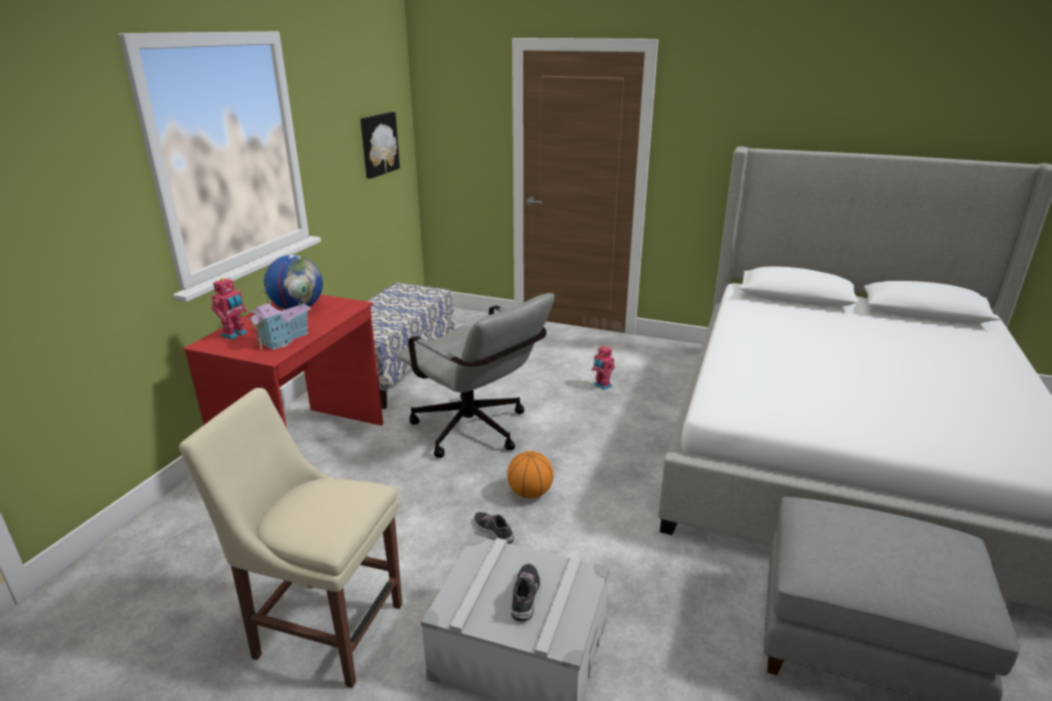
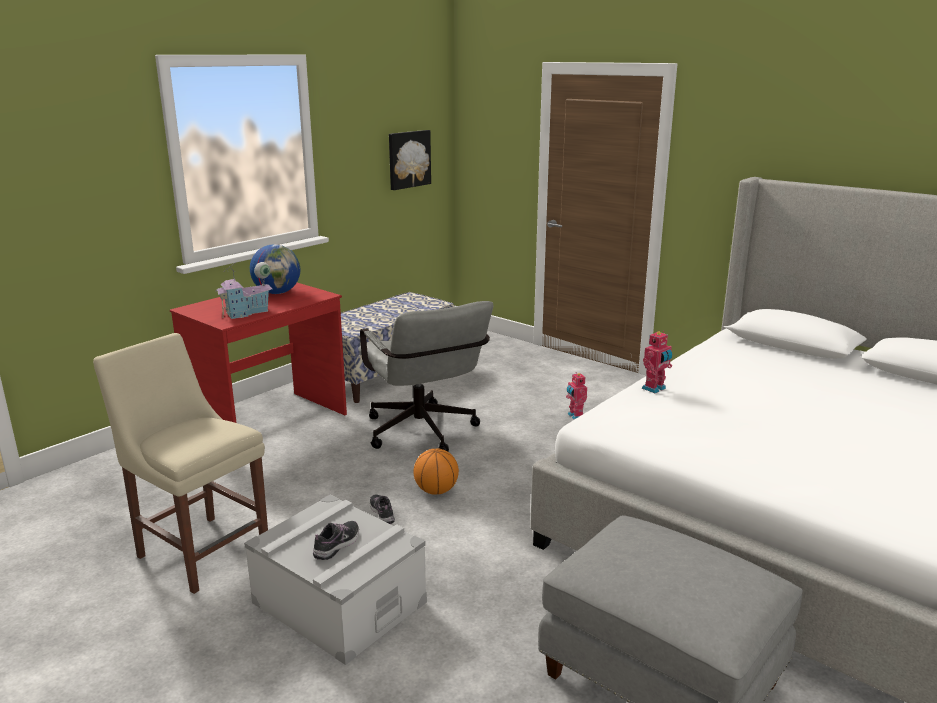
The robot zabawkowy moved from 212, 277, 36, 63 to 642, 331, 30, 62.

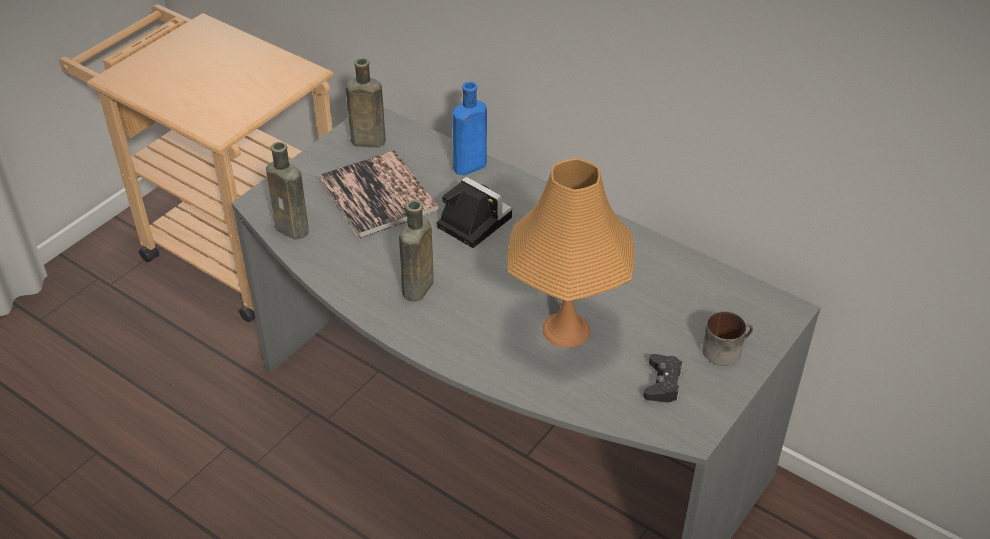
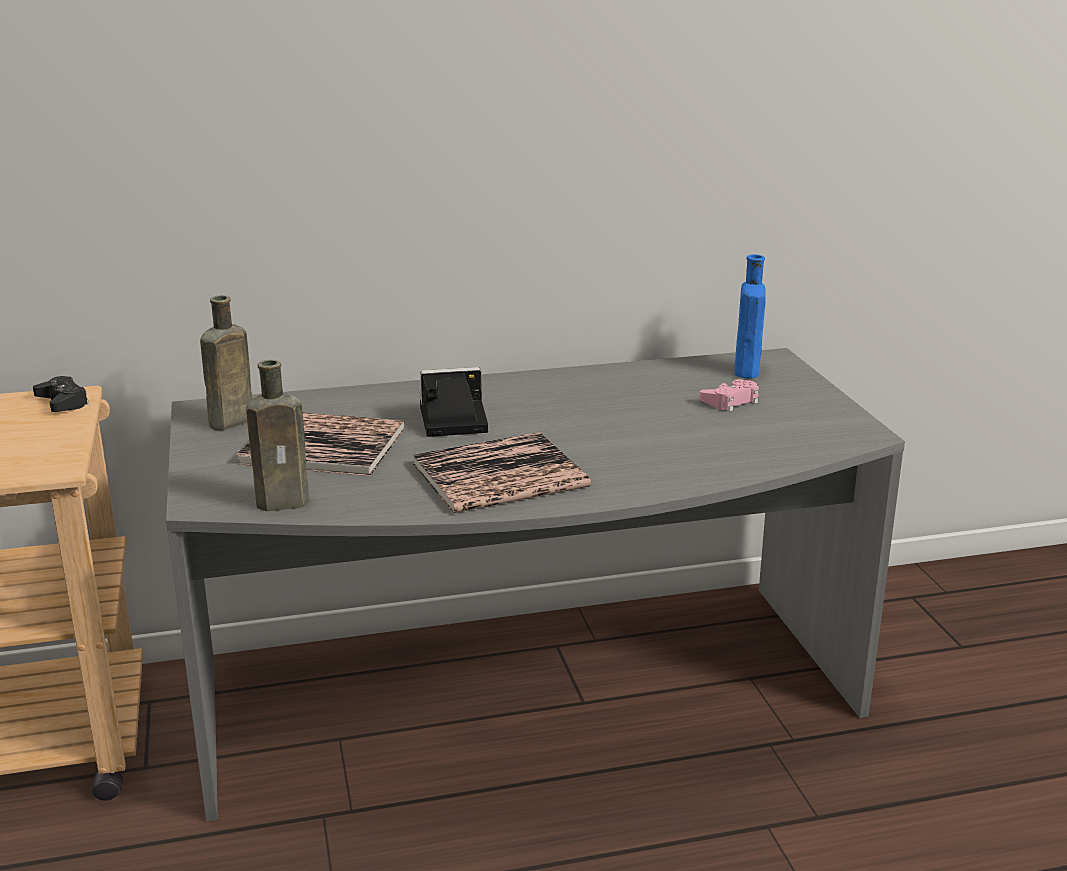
The butelka (niebieski) moved from 452, 82, 35, 93 to 735, 254, 31, 124. The lampa stołowa (pomarańczowy) at 507, 158, 127, 189 disappeared. The butelka (brązowy) at 399, 200, 35, 102 was replaced by the książka at 412, 432, 179, 81. The kubek at 702, 311, 51, 55 disappeared. The pad do gier (czarny) moved from 643, 354, 40, 48 to 33, 376, 56, 36. The pad do gier (różowy) at 700, 379, 59, 33 appeared.

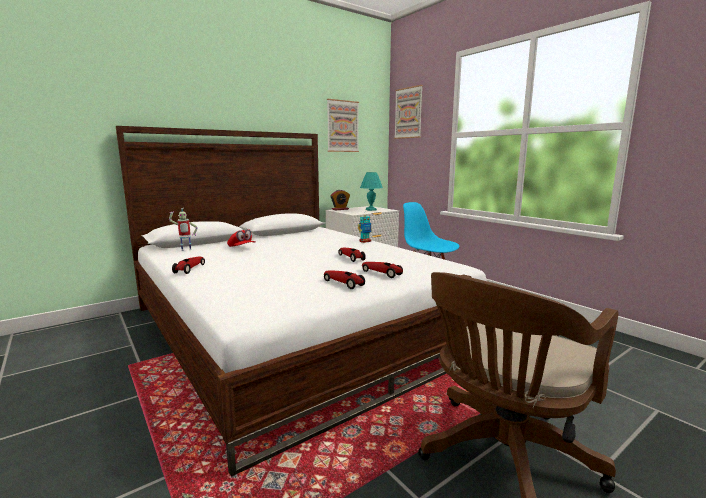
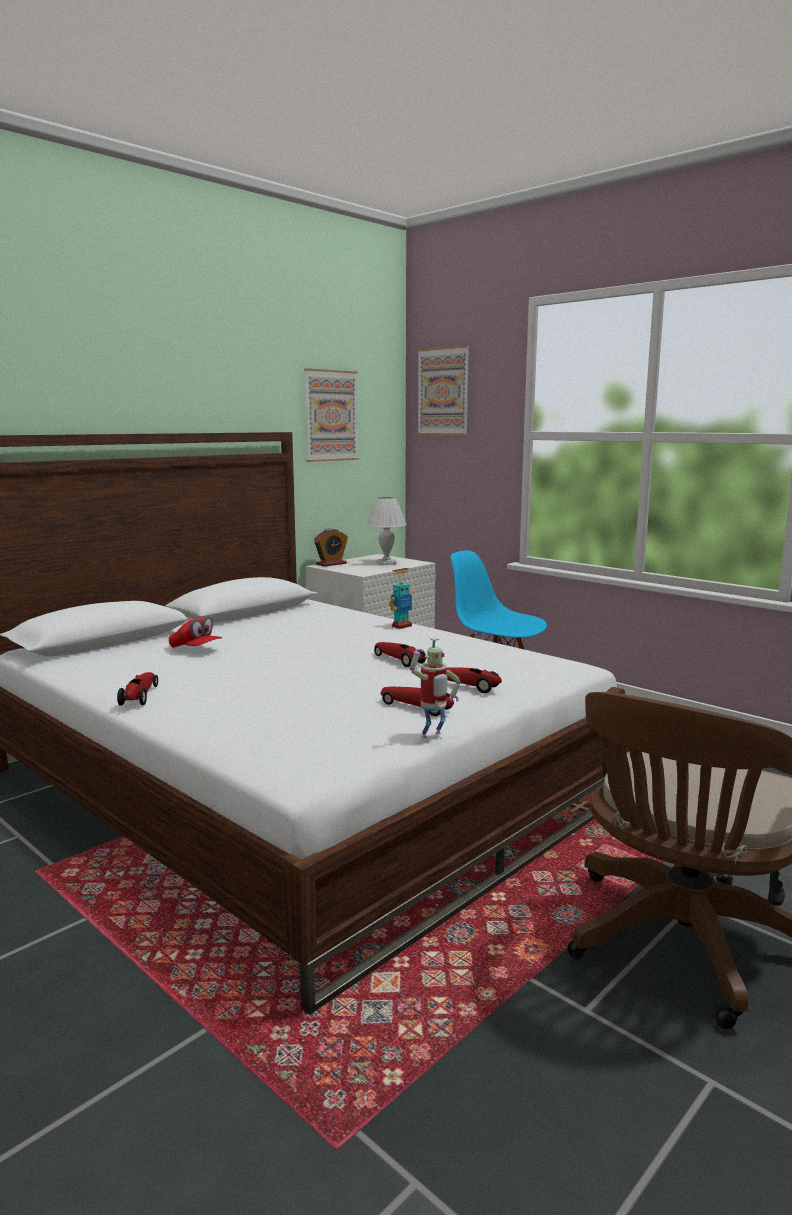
The lampa stołowa (turkusowy) at 360, 172, 23, 39 became the lampa stołowa (biały) at 367, 497, 40, 68. The robot zabawkowy moved from 169, 208, 29, 43 to 410, 638, 50, 100.

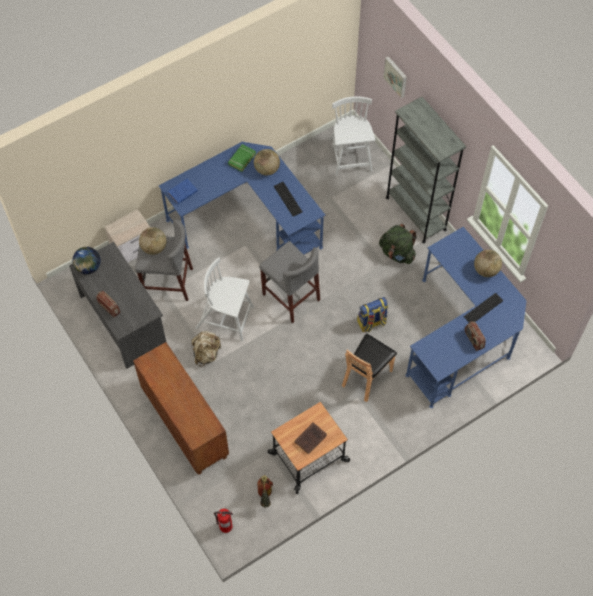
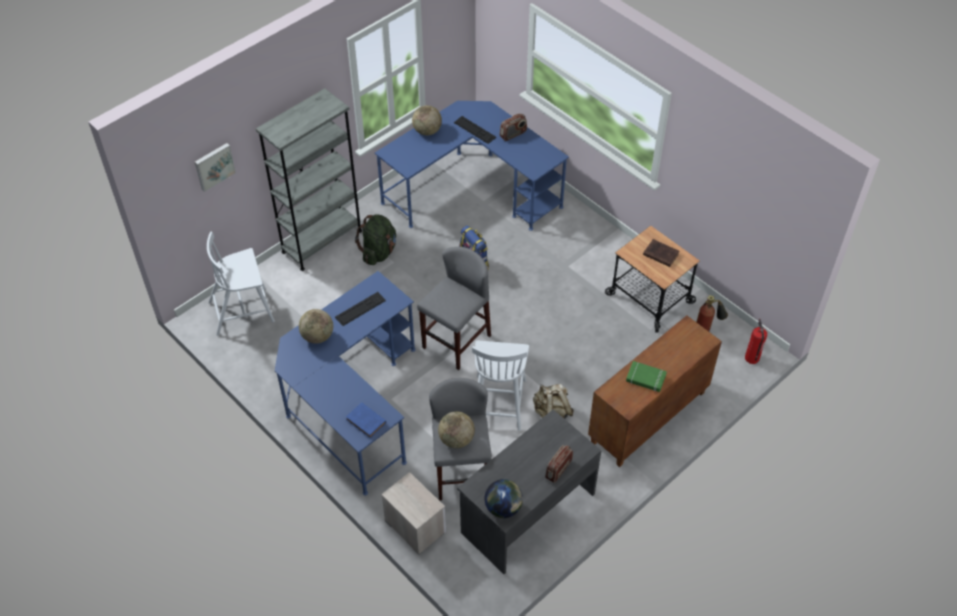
The książka (zielony) moved from 228, 144, 28, 28 to 626, 361, 41, 31. The krzesło (brązowy) at 342, 334, 55, 68 disappeared.

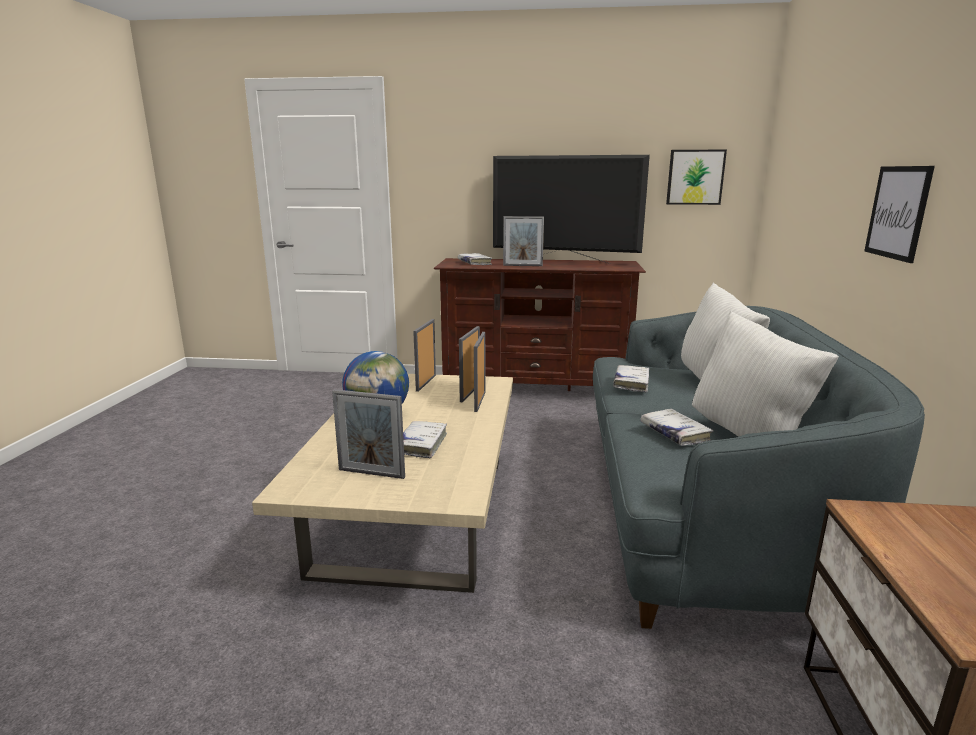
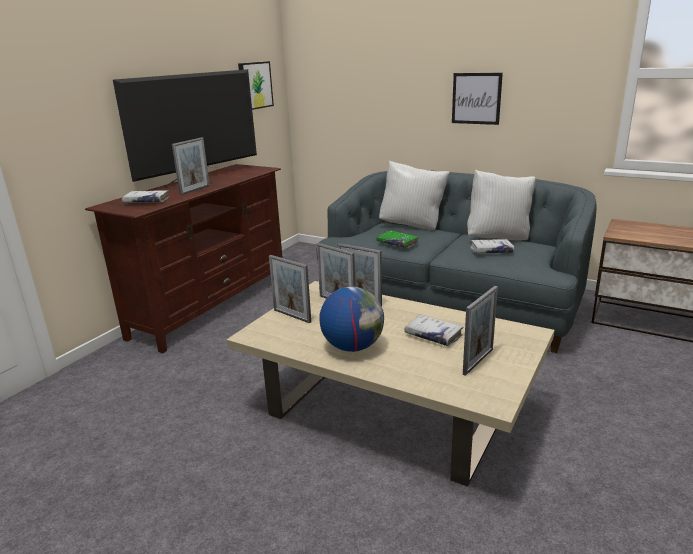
The książka (biały) at 613, 365, 36, 27 became the książka (zielony) at 376, 230, 43, 18.

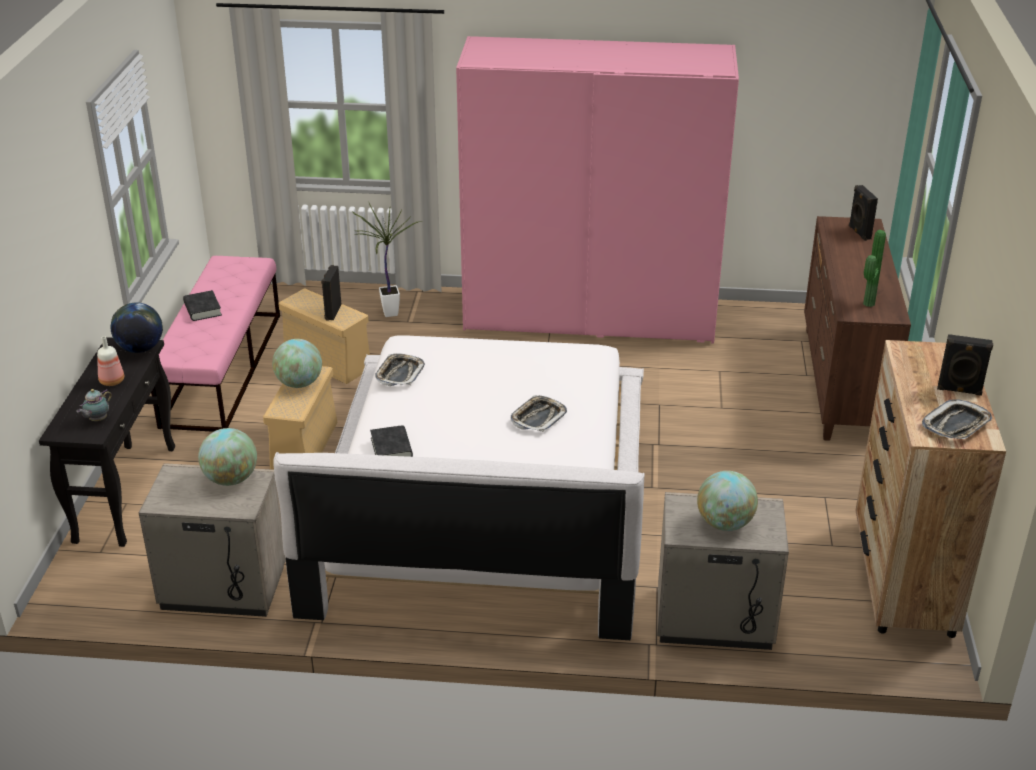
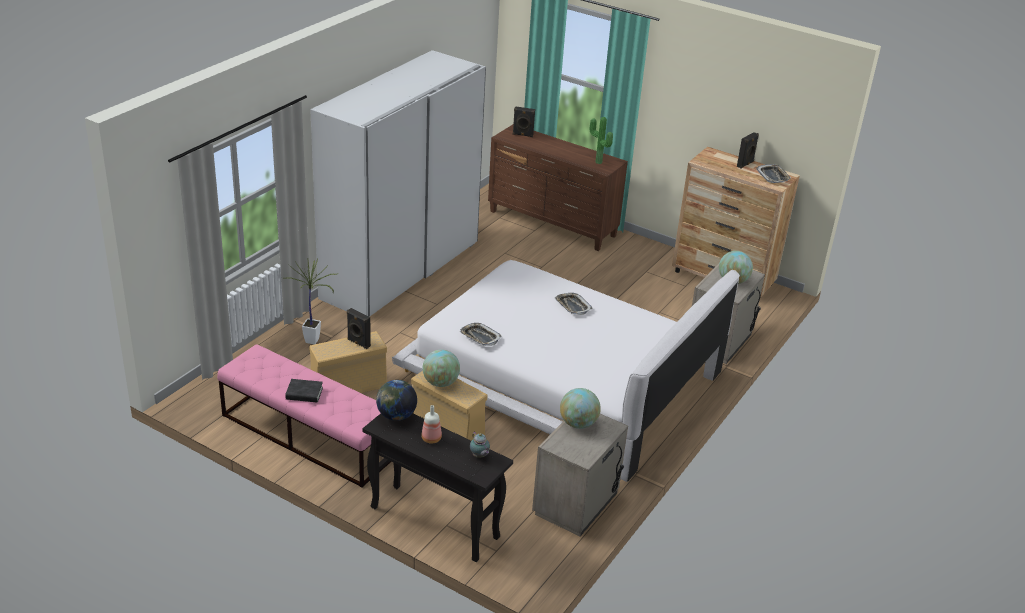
The szafa (różowy) at 456, 36, 283, 308 became the szafa (biały) at 310, 50, 176, 267. The książka (czarny) at 370, 425, 43, 32 disappeared.

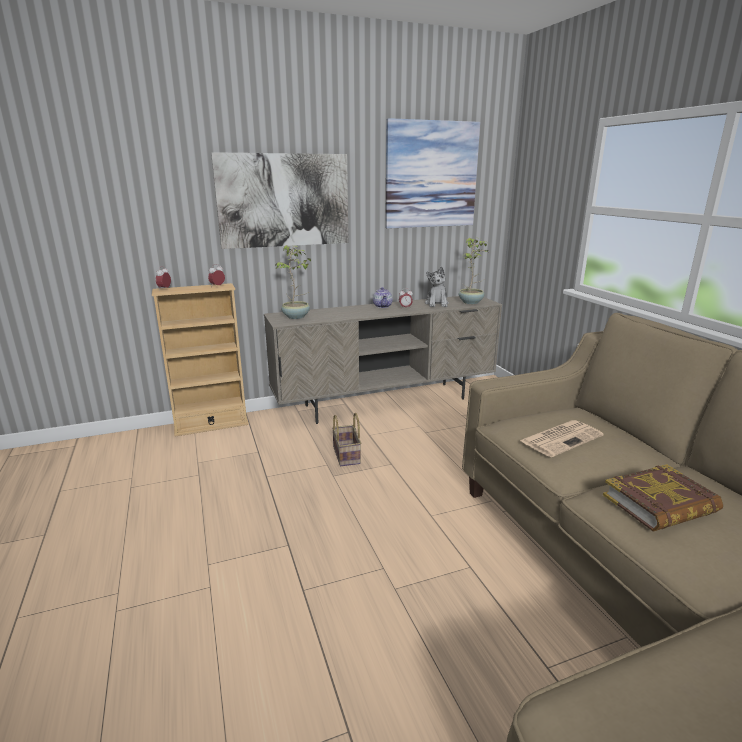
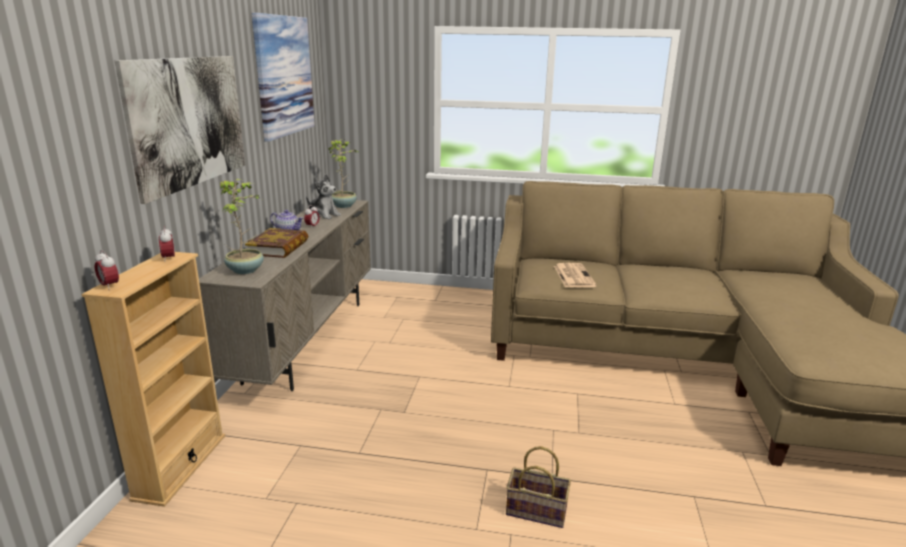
The koszyk moved from 332, 413, 29, 53 to 506, 446, 65, 82. The książka moved from 603, 464, 120, 68 to 245, 228, 63, 30.

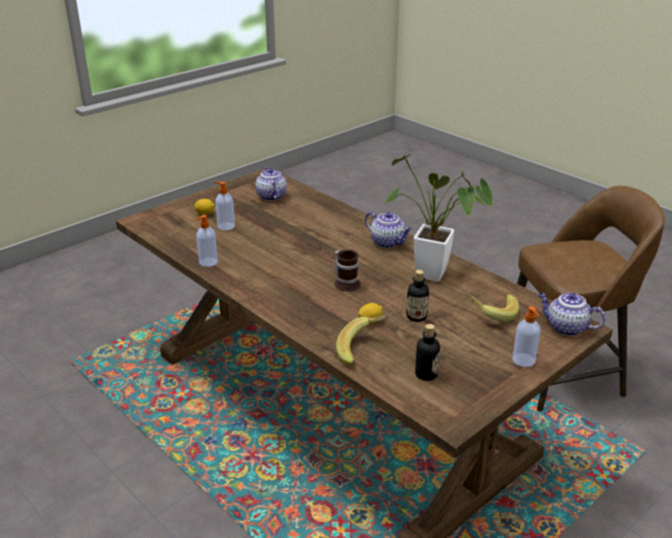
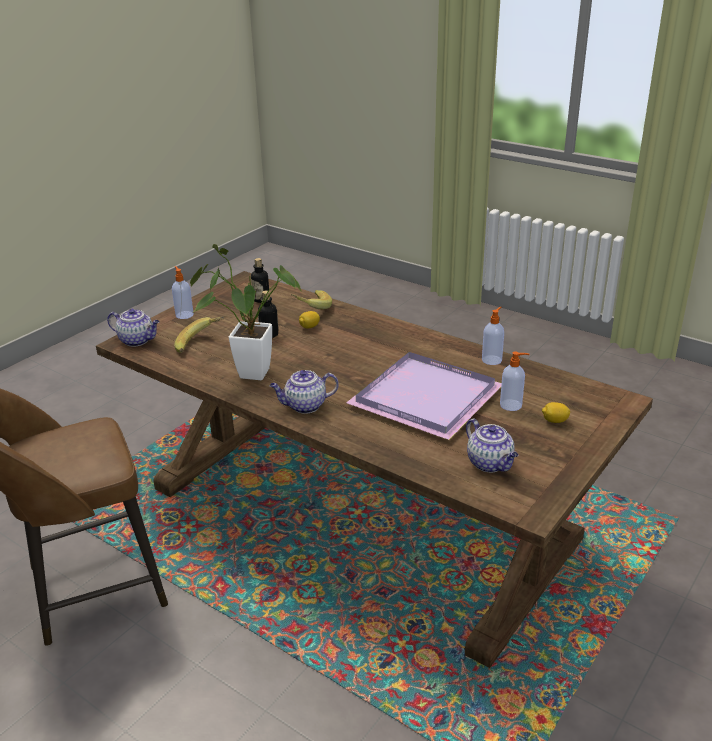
The imbryk at 365, 212, 47, 36 turned 45 degrees counterclockwise. The kubek at 334, 249, 27, 42 disappeared. The taca (fioletowy) at 346, 352, 156, 88 appeared.

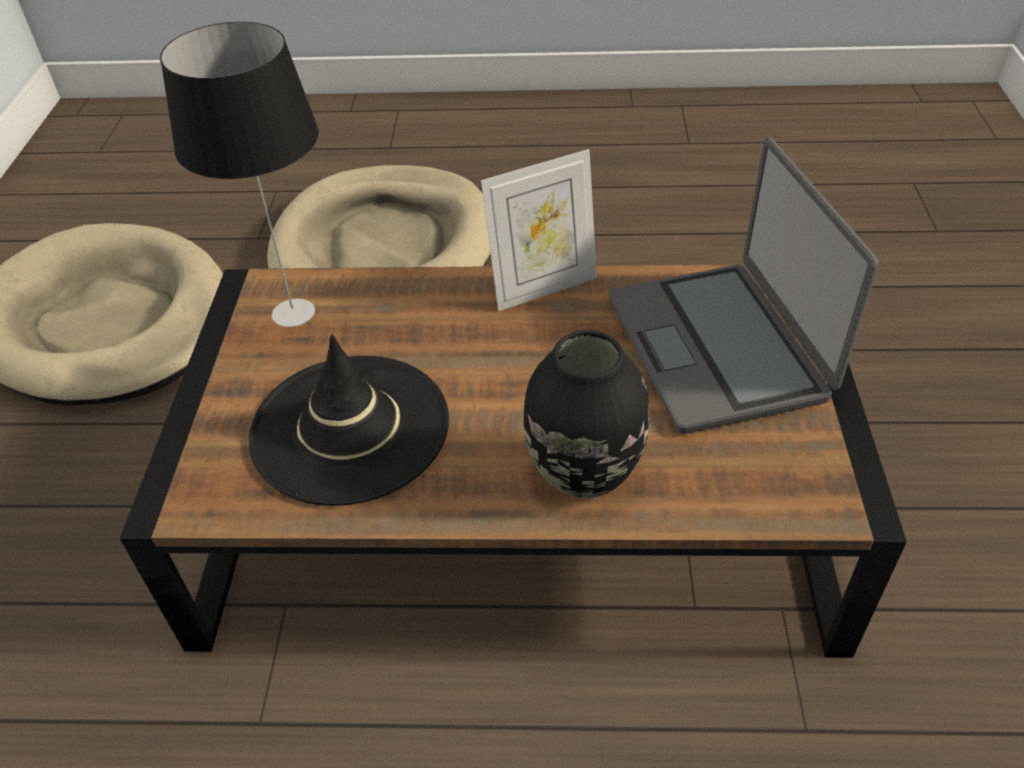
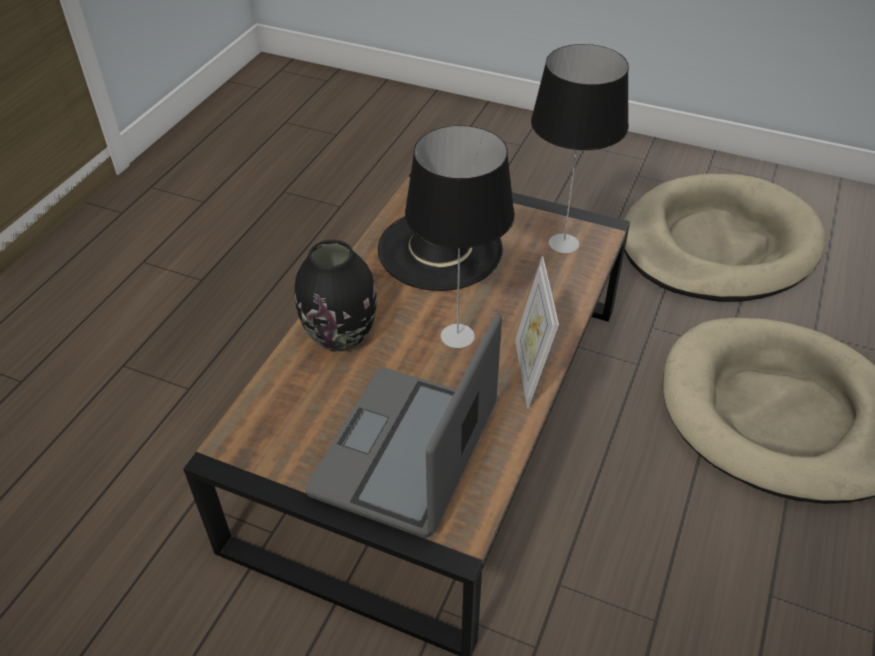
The laptop at 609, 137, 270, 297 turned 75 degrees counterclockwise. The lampa stołowa at 405, 125, 110, 223 appeared.

